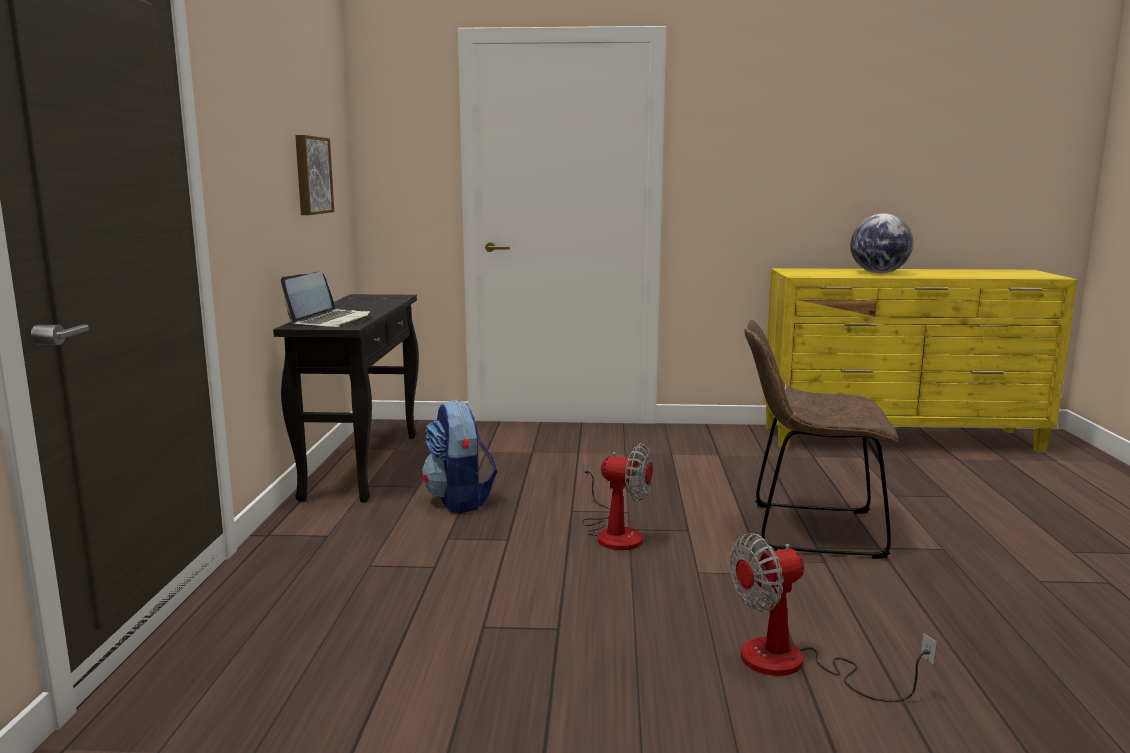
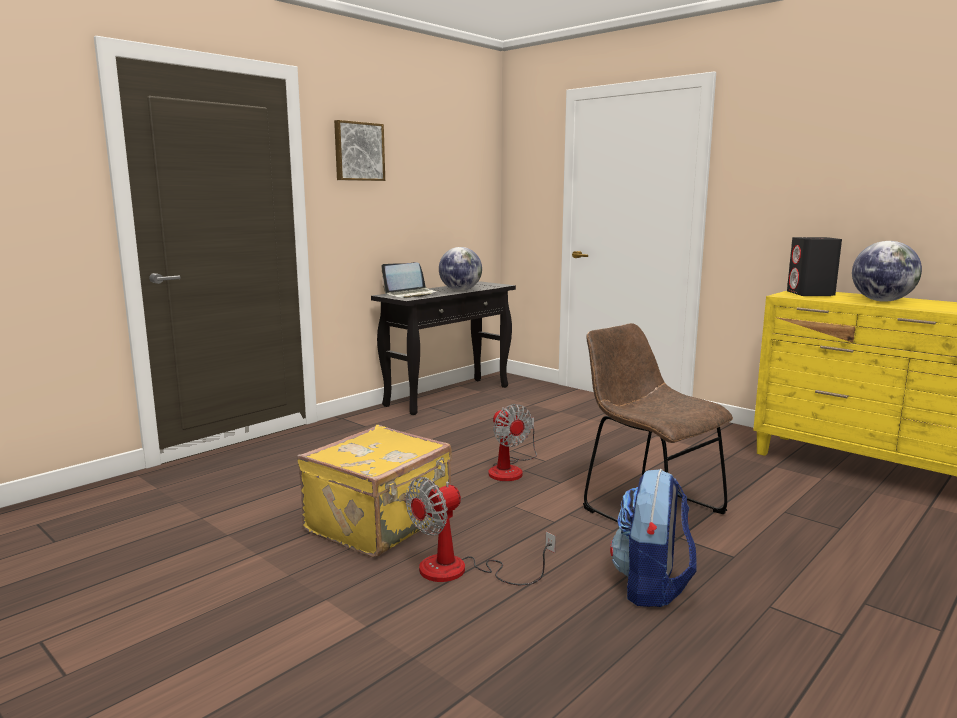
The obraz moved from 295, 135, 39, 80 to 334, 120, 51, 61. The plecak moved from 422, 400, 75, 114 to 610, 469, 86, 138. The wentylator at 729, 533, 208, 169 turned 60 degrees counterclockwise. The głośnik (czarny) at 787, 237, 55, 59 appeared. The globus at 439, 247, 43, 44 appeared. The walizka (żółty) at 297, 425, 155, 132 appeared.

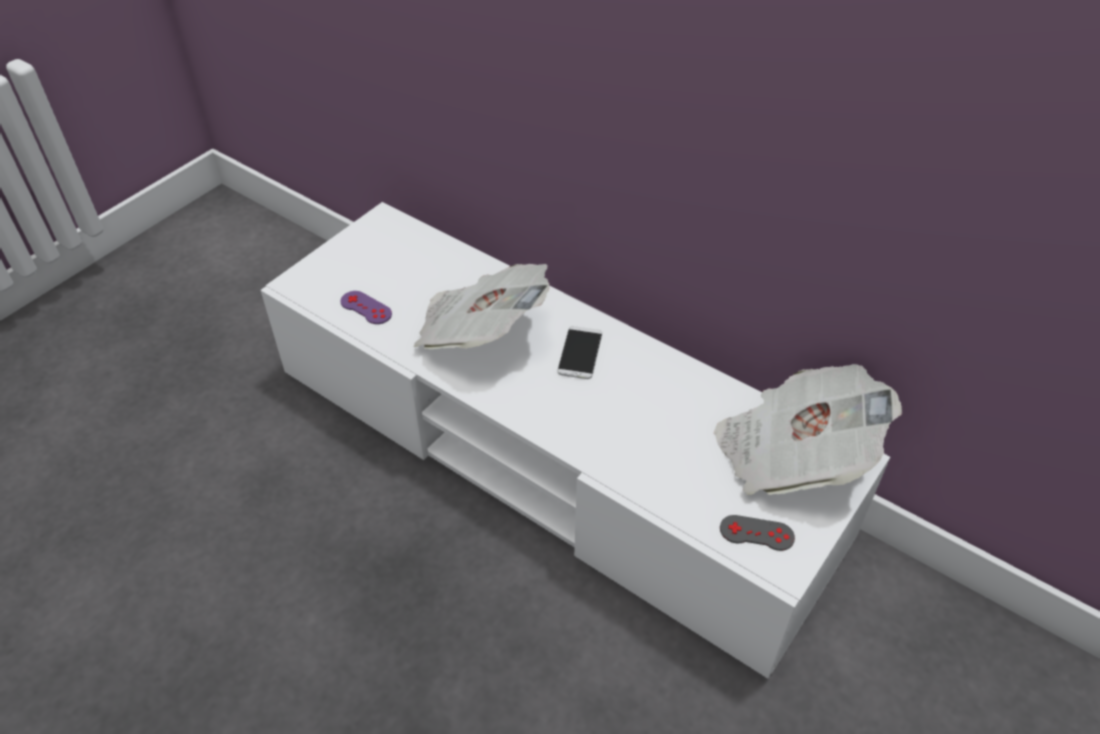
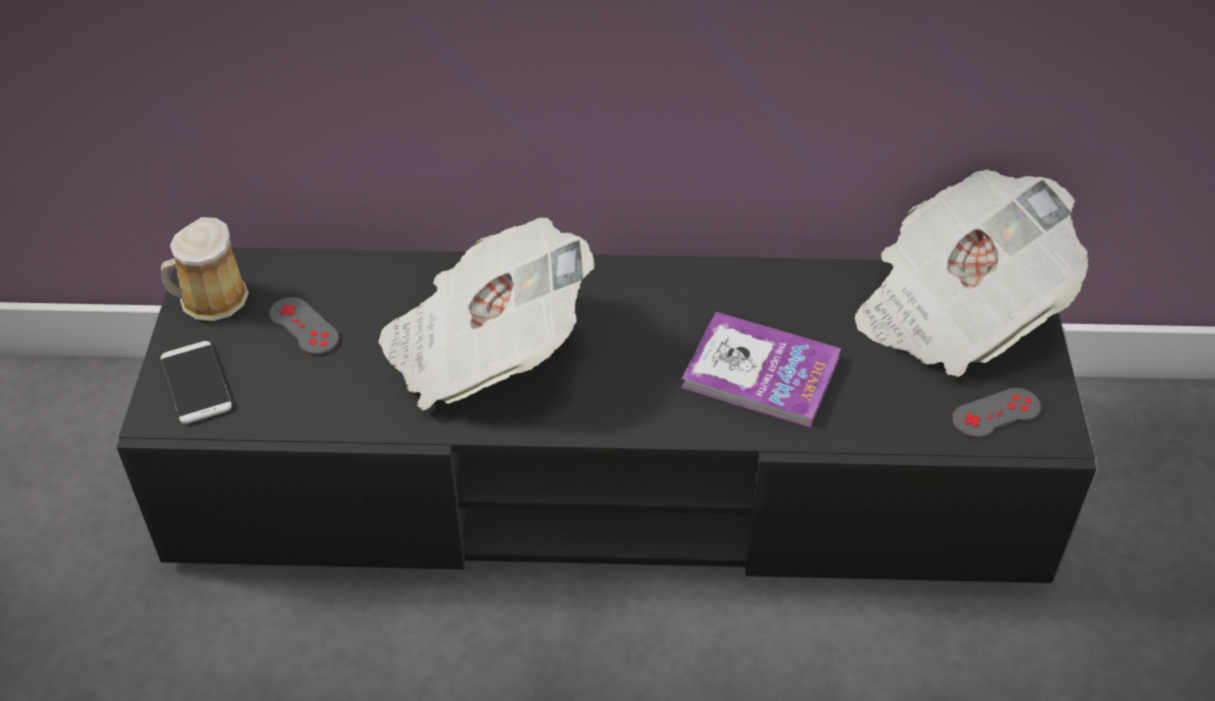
The szafka pod telewizor (biały) at 261, 202, 629, 477 became the szafka pod telewizor (czarny) at 117, 247, 979, 336. The pad do gier (fioletowy) at 341, 291, 51, 33 disappeared. The telefon moved from 557, 326, 45, 53 to 161, 341, 71, 83. The kubek at 161, 217, 88, 104 appeared. The pad do gier (szary) at 269, 297, 70, 58 appeared. The książka at 681, 312, 160, 115 appeared.

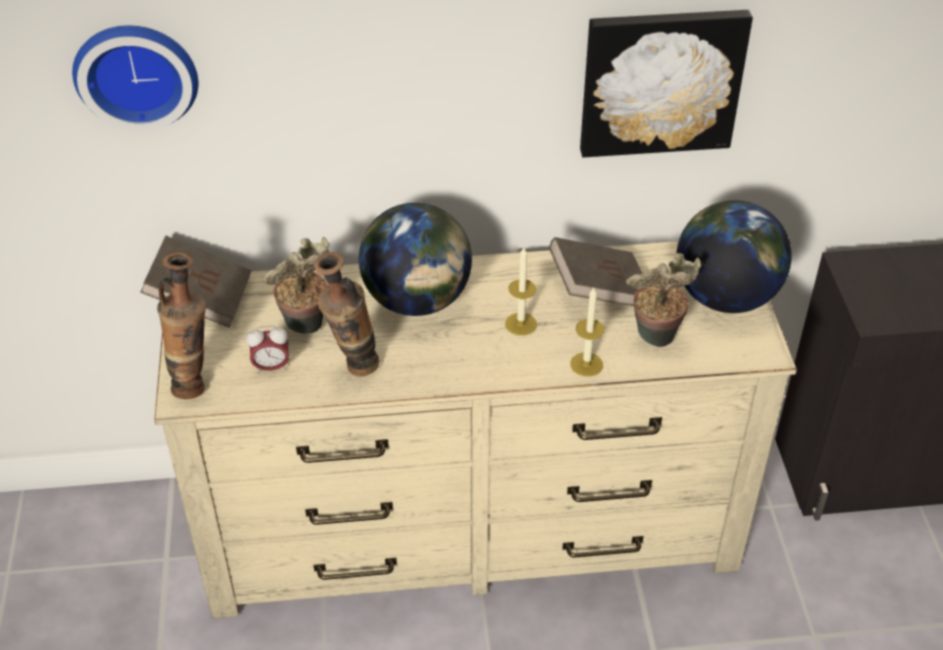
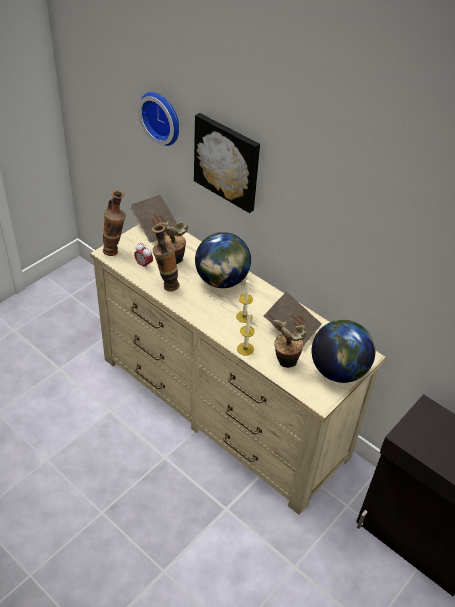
The obraz moved from 580, 10, 173, 147 to 194, 113, 66, 100.

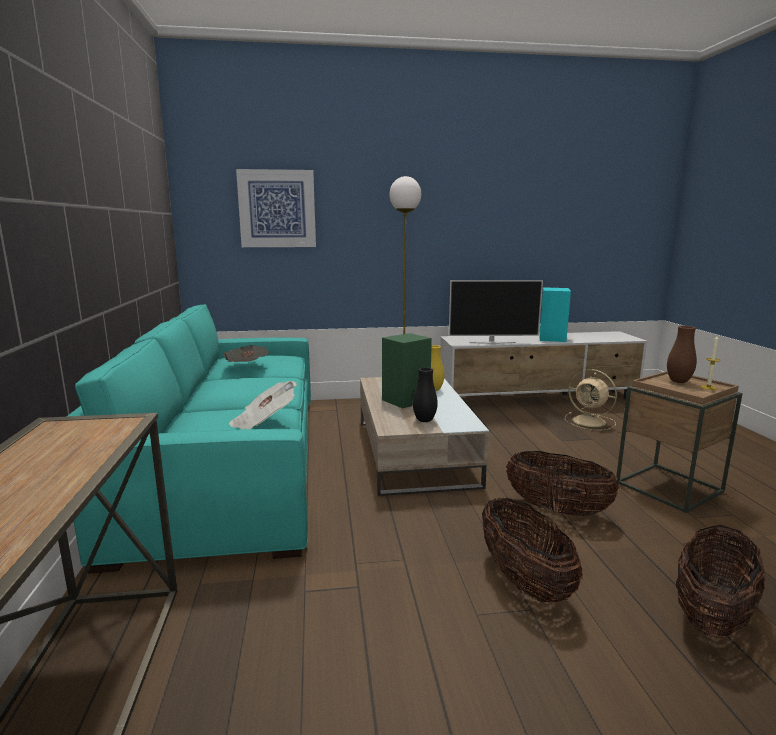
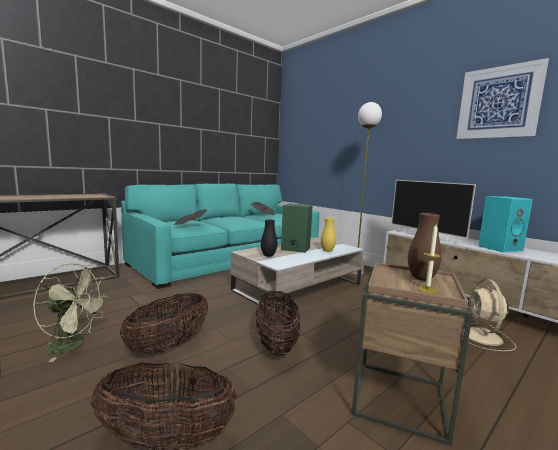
The obraz moved from 236, 169, 80, 78 to 456, 58, 93, 81. The wentylator (zielony) at 33, 263, 76, 99 appeared.

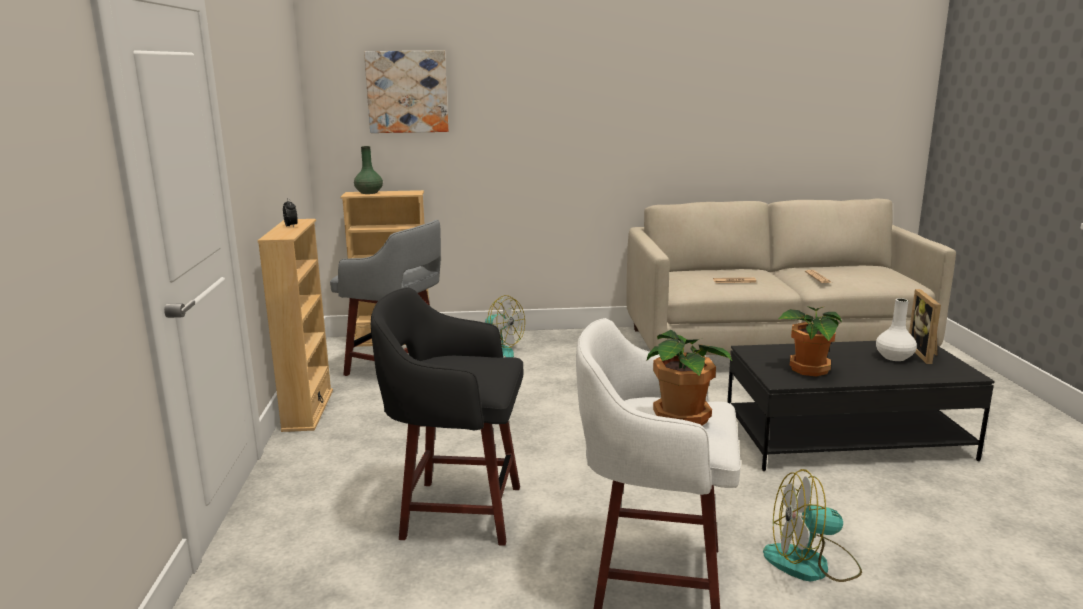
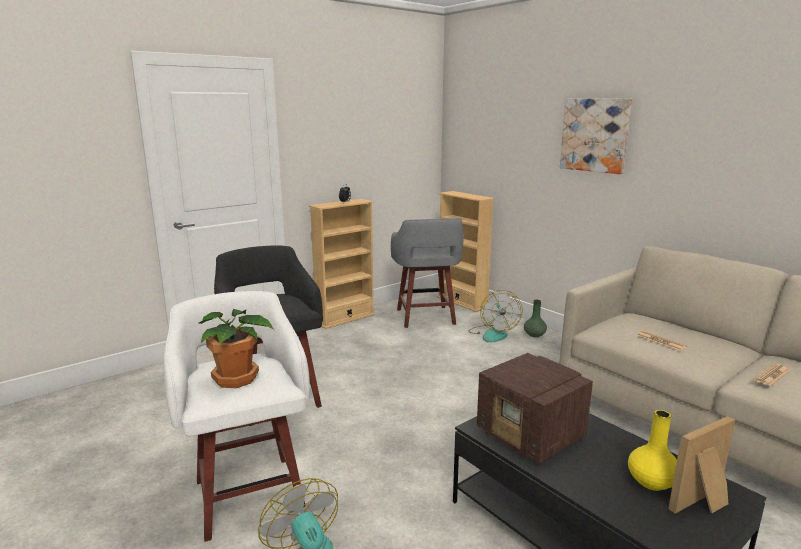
The obraz moved from 364, 50, 85, 83 to 560, 98, 72, 76. The wazon (zielony) moved from 354, 146, 29, 48 to 524, 300, 23, 37. The wazon (biały) at 876, 298, 41, 63 became the wazon (żółty) at 628, 410, 49, 81. The roślina doniczkowa at 779, 305, 63, 72 was replaced by the radio at 477, 353, 116, 110.

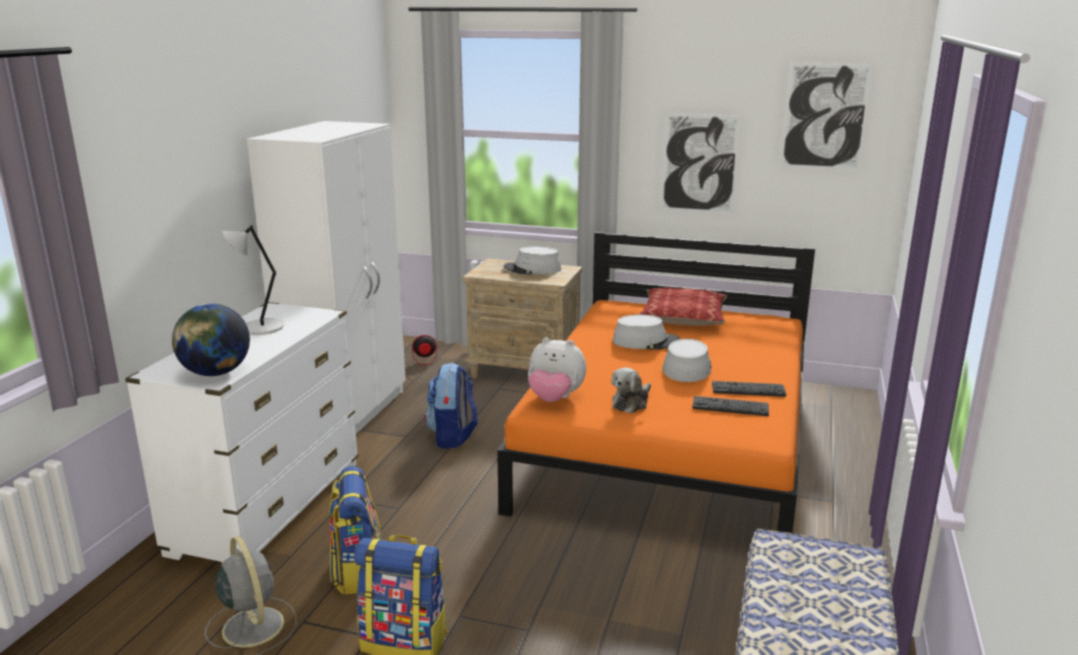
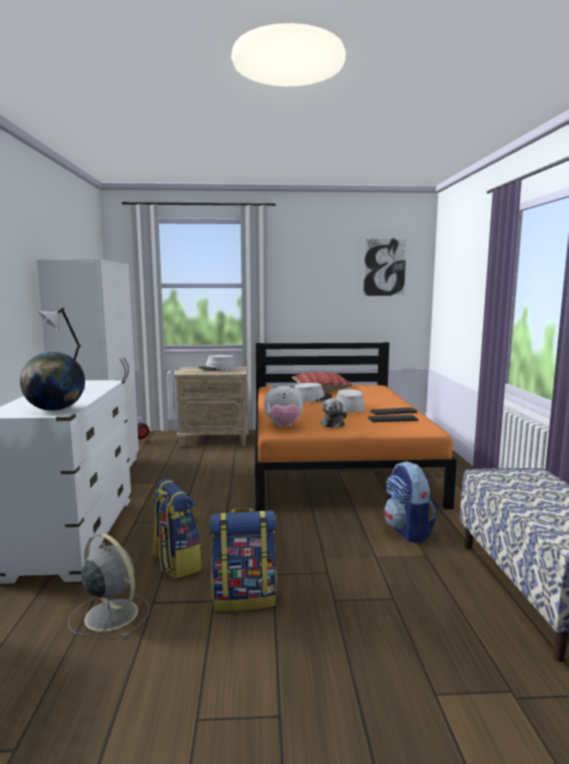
The obraz at 661, 113, 79, 100 disappeared. The plecak moved from 425, 363, 53, 86 to 384, 461, 54, 82.

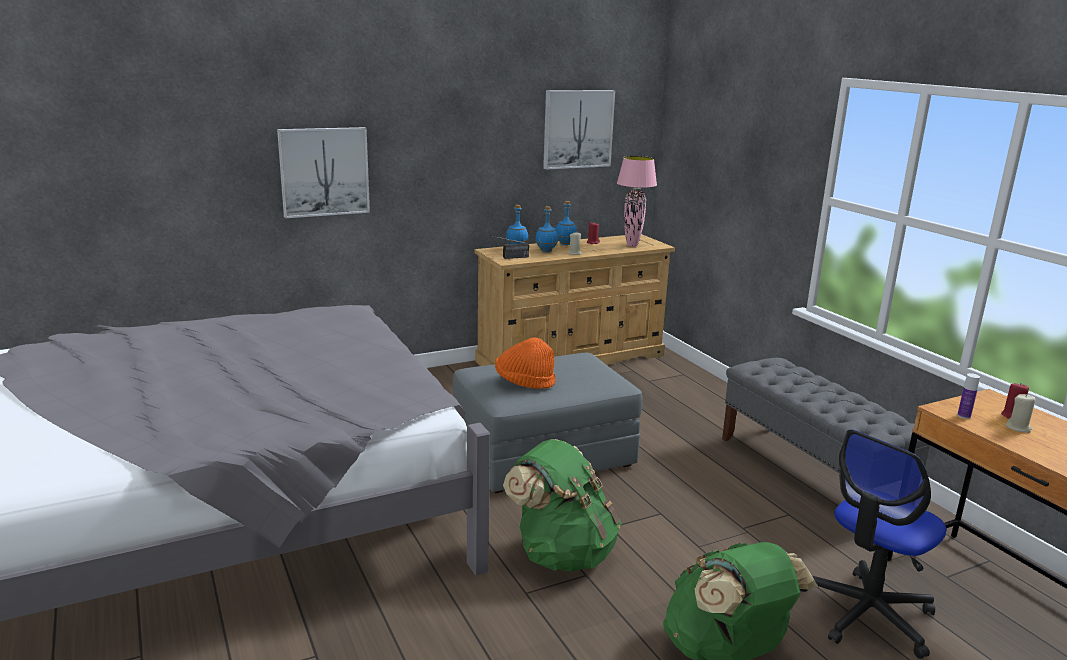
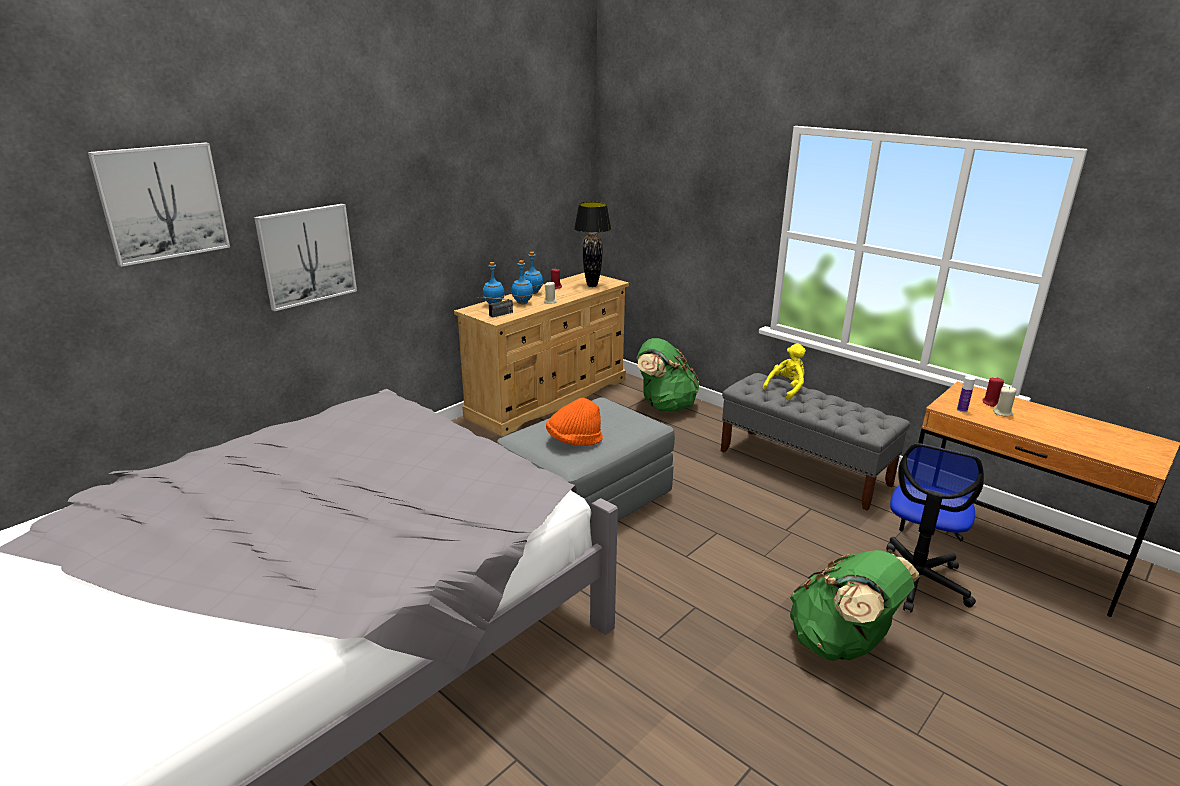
The obraz moved from 543, 90, 72, 80 to 88, 142, 142, 125. The lampa stołowa (różowy) at 617, 156, 40, 91 became the lampa stołowa (czarny) at 574, 202, 38, 85. The plecak (zielony) moved from 503, 439, 118, 133 to 637, 338, 62, 73. The pluszak (żółty) at 762, 343, 44, 57 appeared.

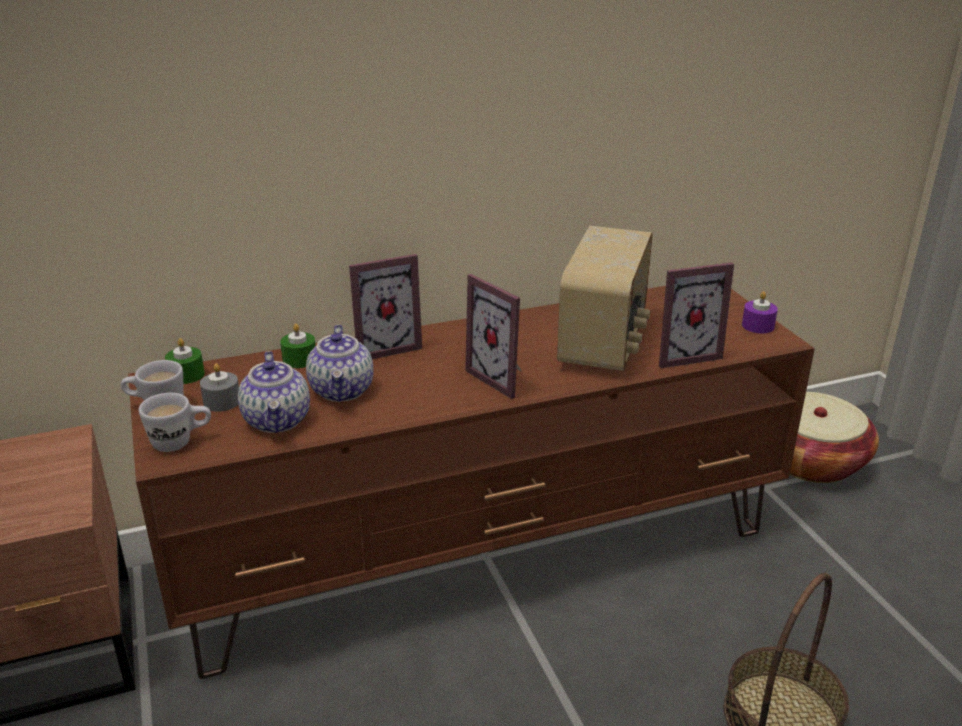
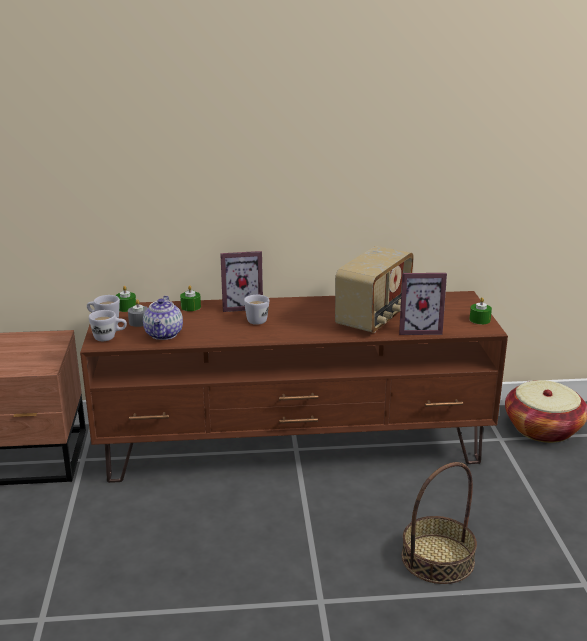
The ramka na zdjęcie at 465, 274, 57, 125 disappeared. The świeca (fioletowy) at 742, 291, 36, 42 became the świeca (zielony) at 470, 297, 22, 27. The imbryk at 306, 325, 68, 77 disappeared. The kubek (biały) at 244, 295, 25, 30 appeared.

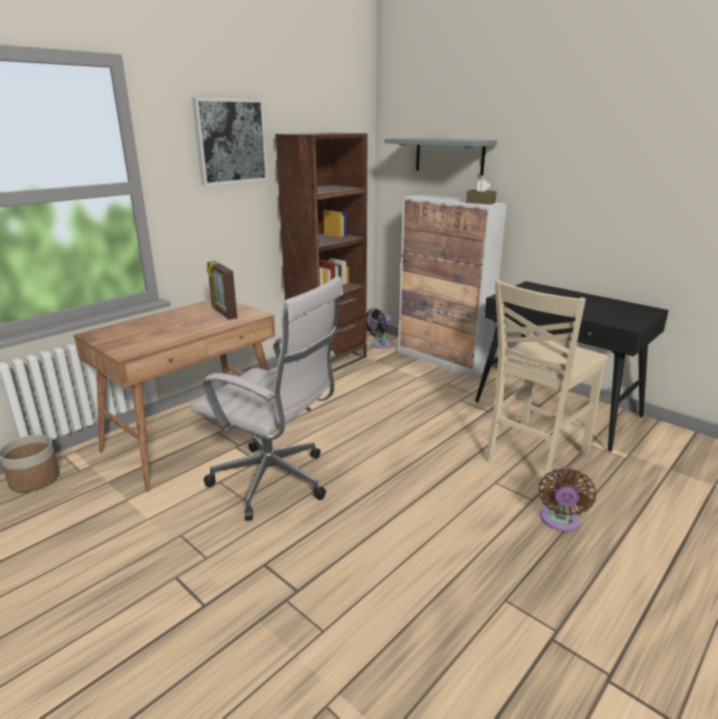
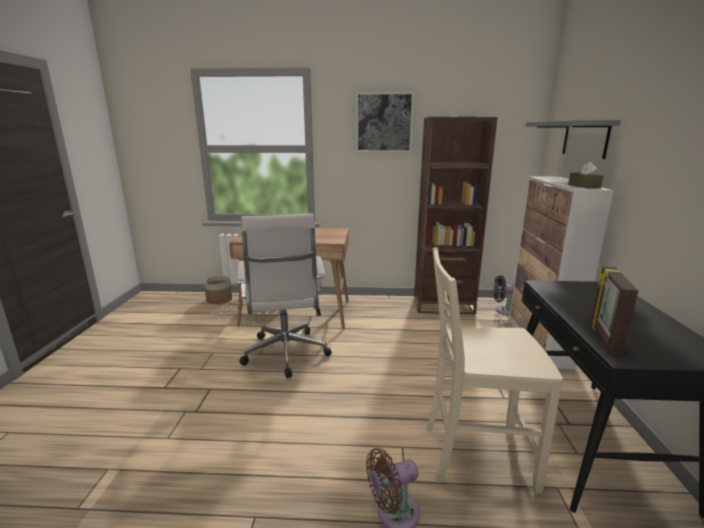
The ramka na zdjęcie moved from 206, 261, 31, 59 to 591, 267, 48, 87.

